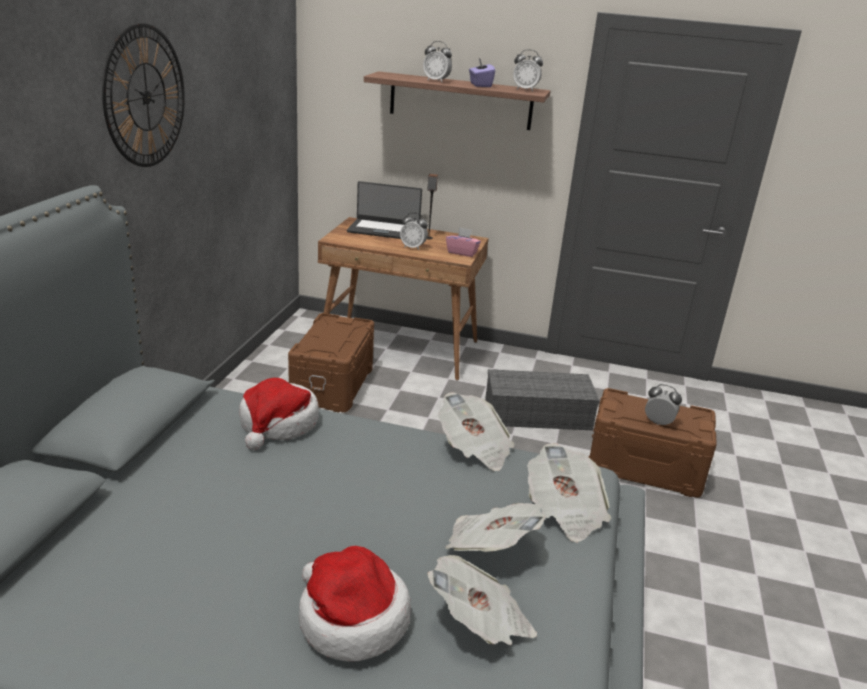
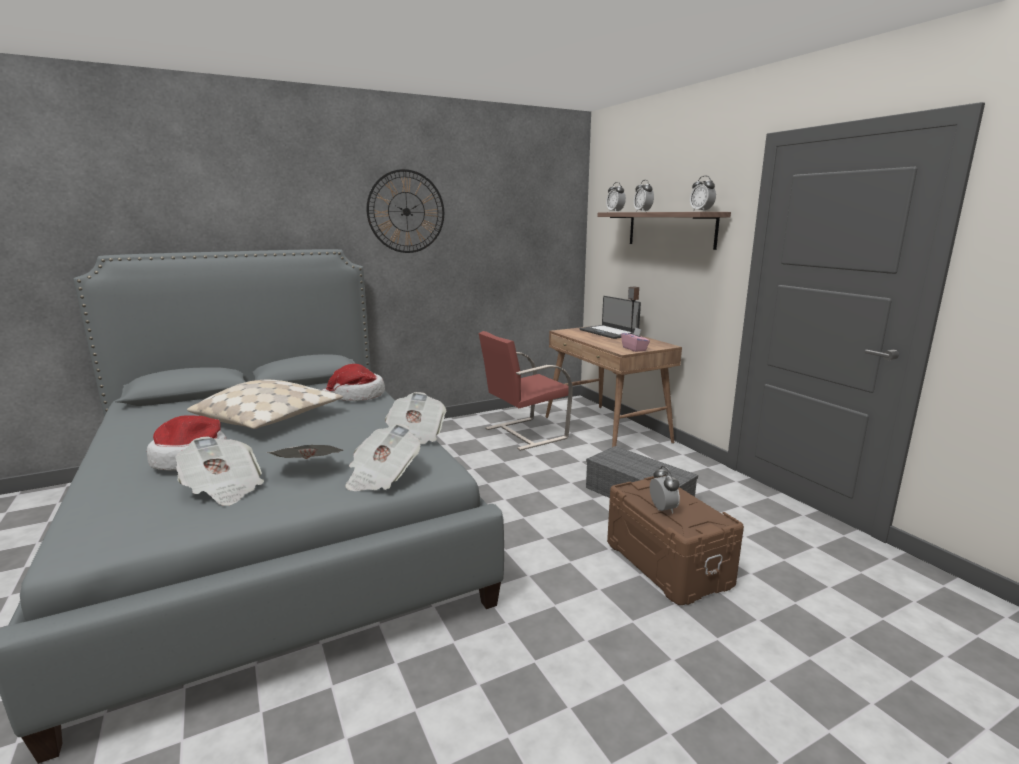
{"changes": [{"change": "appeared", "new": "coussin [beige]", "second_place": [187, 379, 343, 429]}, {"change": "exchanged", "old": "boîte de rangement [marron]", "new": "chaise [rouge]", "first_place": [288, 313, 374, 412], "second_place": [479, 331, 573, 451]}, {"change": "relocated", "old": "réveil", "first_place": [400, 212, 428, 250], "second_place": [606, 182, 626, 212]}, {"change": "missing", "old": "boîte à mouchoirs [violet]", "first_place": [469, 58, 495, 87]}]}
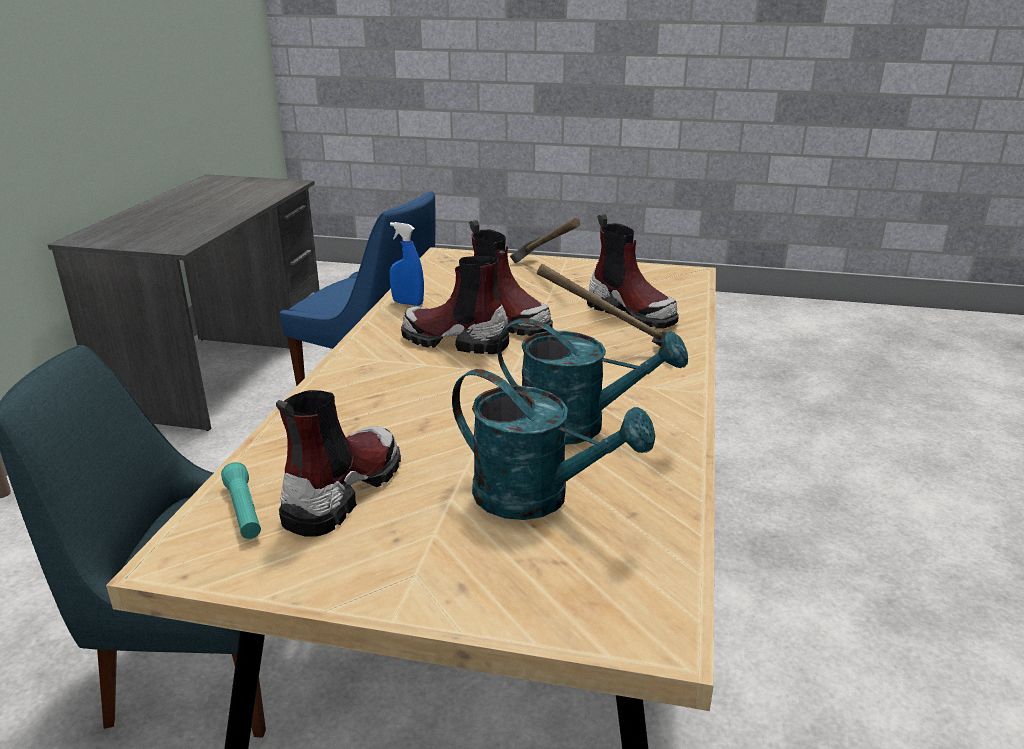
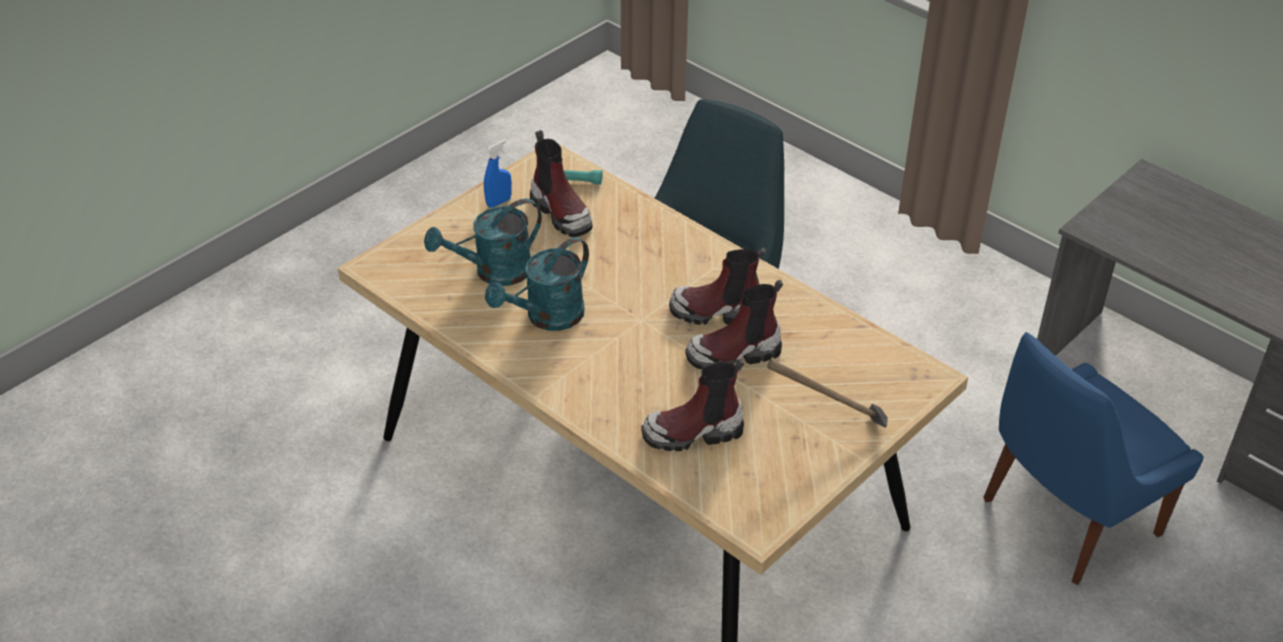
{"changes": [{"change": "relocated", "old": "vaporisateur [bleu]", "first_place": [389, 222, 424, 306], "second_place": [484, 140, 512, 208]}, {"change": "spun", "old": "botte", "first_place": [401, 251, 509, 354], "second_place": [669, 248, 766, 325], "degrees": -135}, {"change": "missing", "old": "marteau", "first_place": [537, 264, 668, 347]}]}
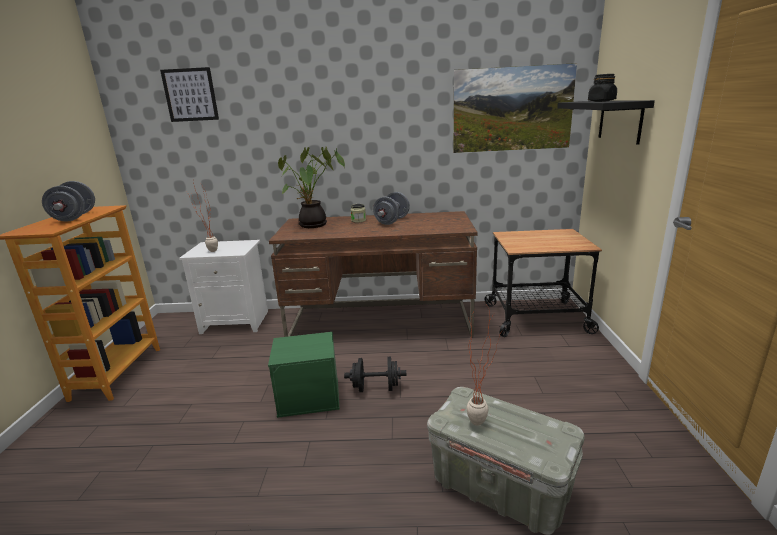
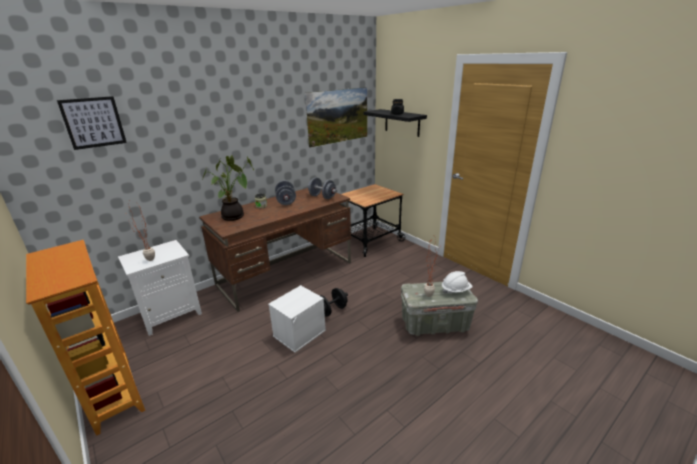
{"changes": [{"change": "colour", "old": "boîte de rangement [vert]", "new": "boîte de rangement [blanc]", "first_place": [268, 332, 340, 418], "second_place": [268, 285, 326, 353]}, {"change": "relocated", "old": "haltère [gris]", "first_place": [42, 181, 95, 222], "second_place": [308, 177, 337, 199]}, {"change": "appeared", "new": "casque de chantier [blanc]", "second_place": [442, 271, 473, 294]}]}
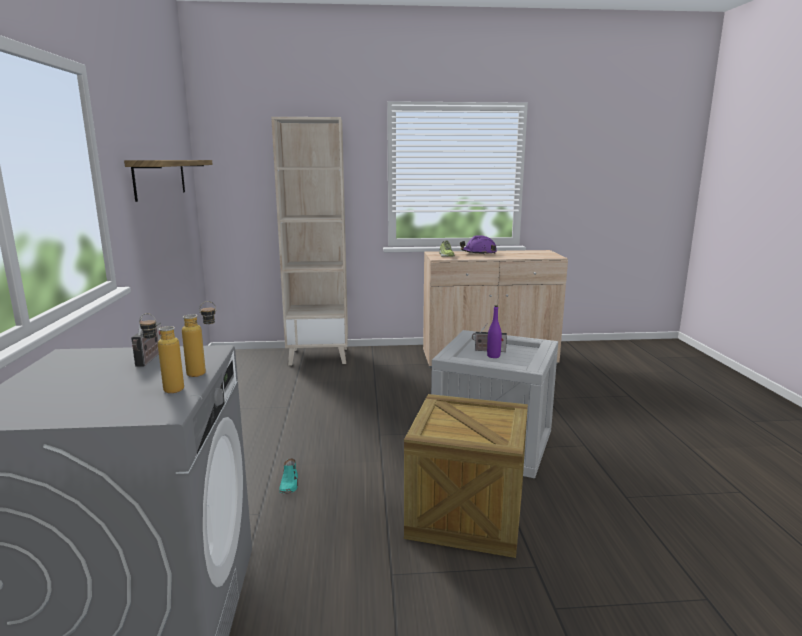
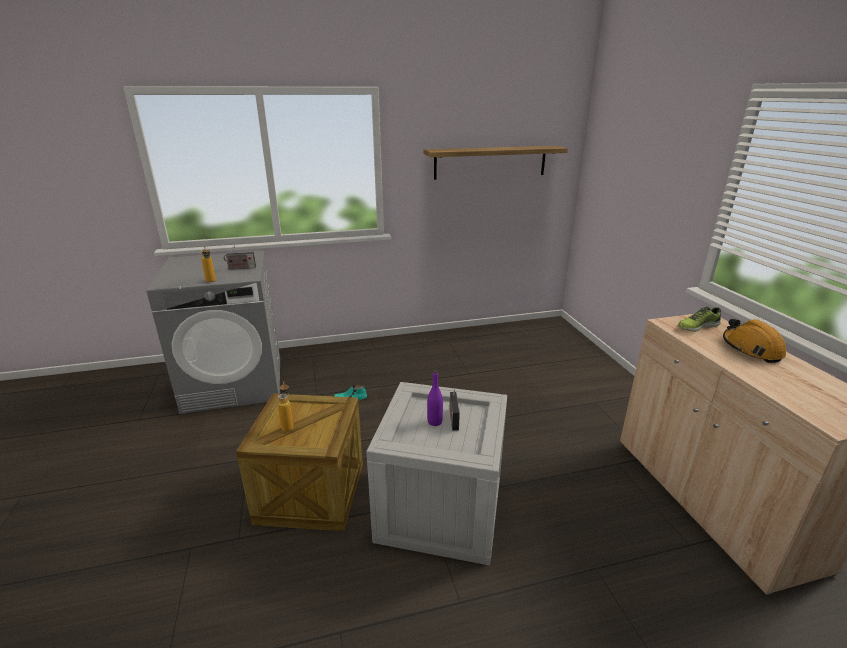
{"changes": [{"change": "relocated", "old": "bouteille", "first_place": [139, 313, 184, 393], "second_place": [278, 382, 294, 432]}, {"change": "colour", "old": "casque de chantier [violet]", "new": "casque de chantier [orange]", "first_place": [460, 235, 497, 254], "second_place": [723, 319, 786, 363]}, {"change": "missing", "old": "bibliothèque [beige]", "first_place": [271, 117, 348, 365]}]}
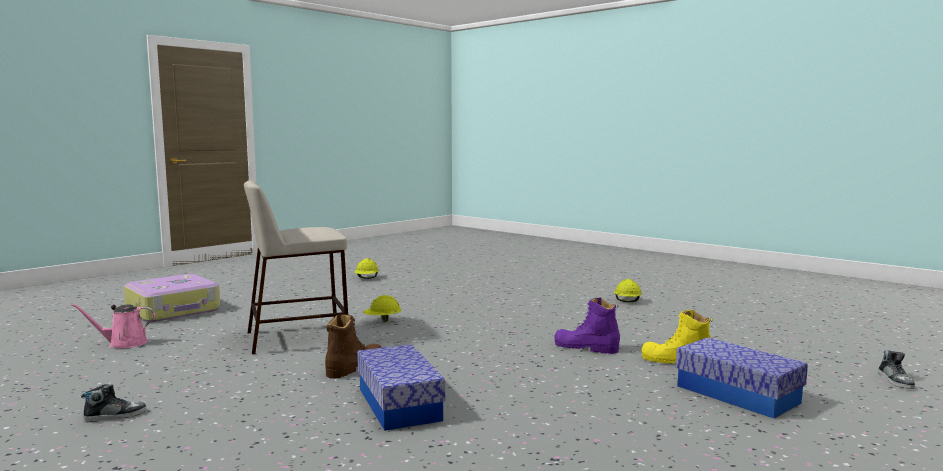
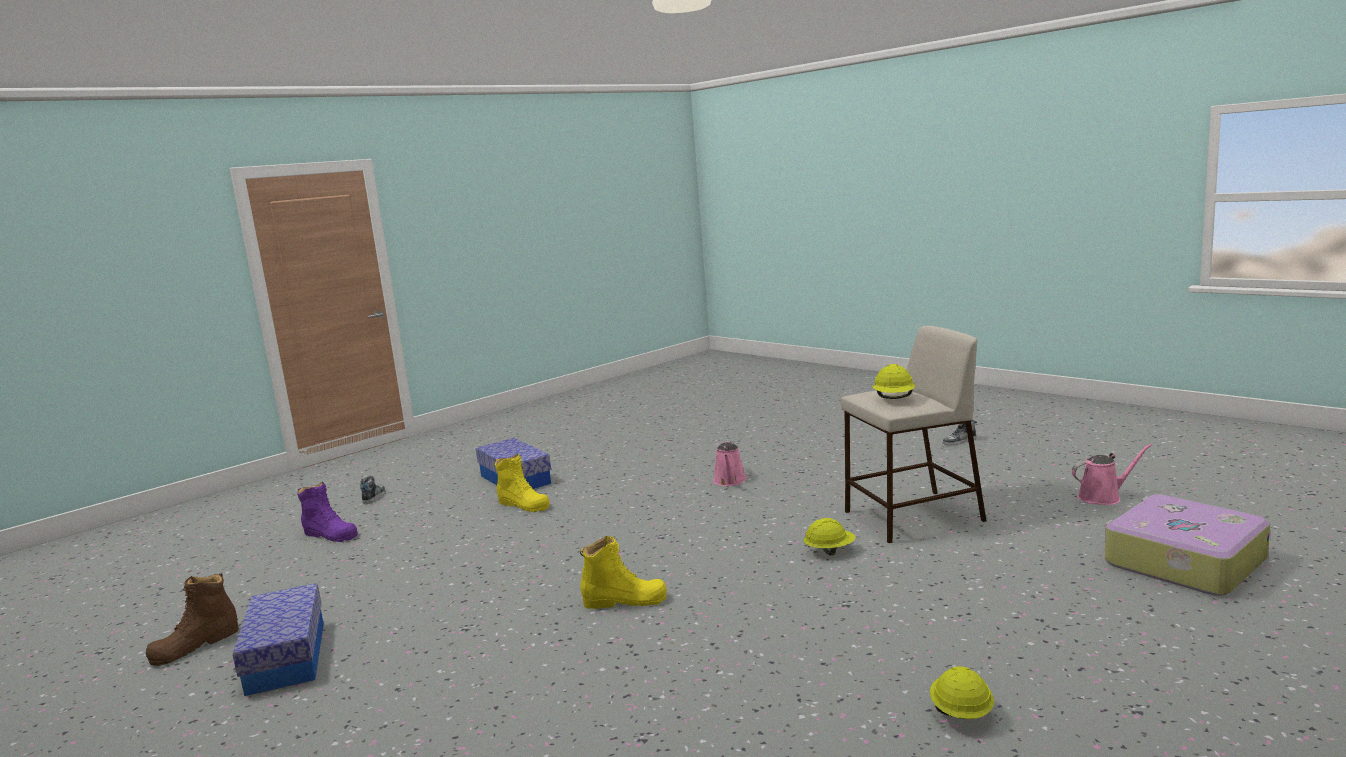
{"changes": [{"change": "relocated", "old": "botte [marron]", "first_place": [325, 314, 382, 378], "second_place": [146, 573, 239, 666]}, {"change": "relocated", "old": "boîte de rangement", "first_place": [357, 344, 445, 431], "second_place": [233, 583, 324, 696]}, {"change": "relocated", "old": "botte [violet]", "first_place": [554, 298, 620, 354], "second_place": [297, 482, 358, 542]}, {"change": "appeared", "new": "botte [jaune]", "second_place": [580, 536, 667, 609]}, {"change": "appeared", "new": "arrosoir [rose]", "second_place": [713, 440, 747, 486]}, {"change": "relocated", "old": "casque de chantier [jaune]", "first_place": [614, 279, 642, 302], "second_place": [872, 364, 915, 399]}]}
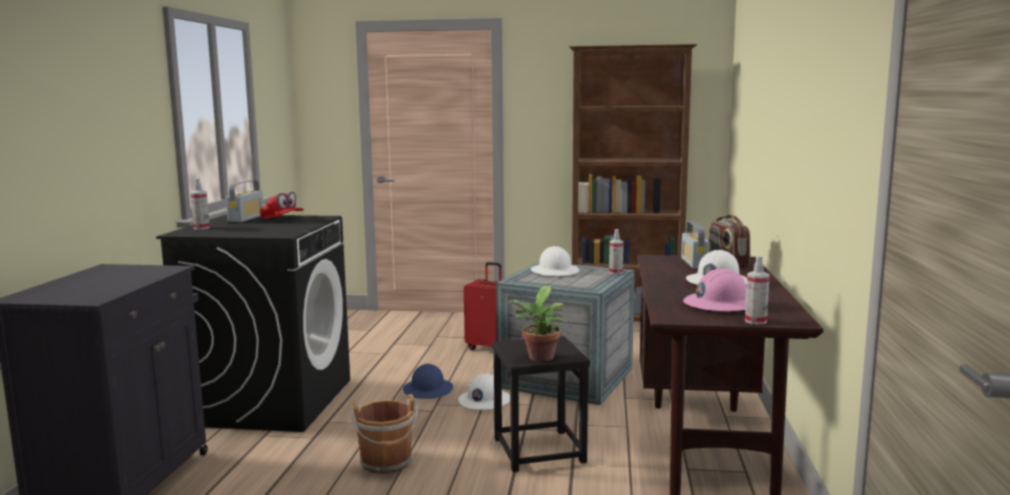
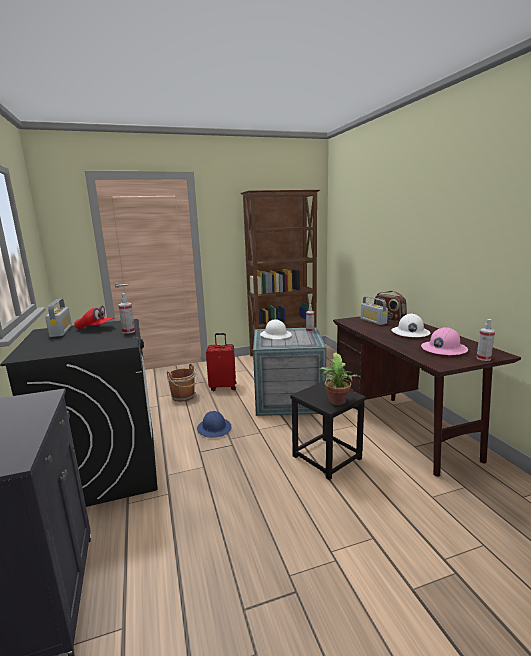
{"changes": [{"change": "relocated", "old": "vaporisateur", "first_place": [190, 178, 210, 230], "second_place": [118, 293, 135, 334]}, {"change": "relocated", "old": "seau [marron]", "first_place": [352, 394, 418, 474], "second_place": [167, 364, 197, 402]}, {"change": "missing", "old": "casque de chantier [blanc]", "first_place": [458, 373, 510, 410]}]}
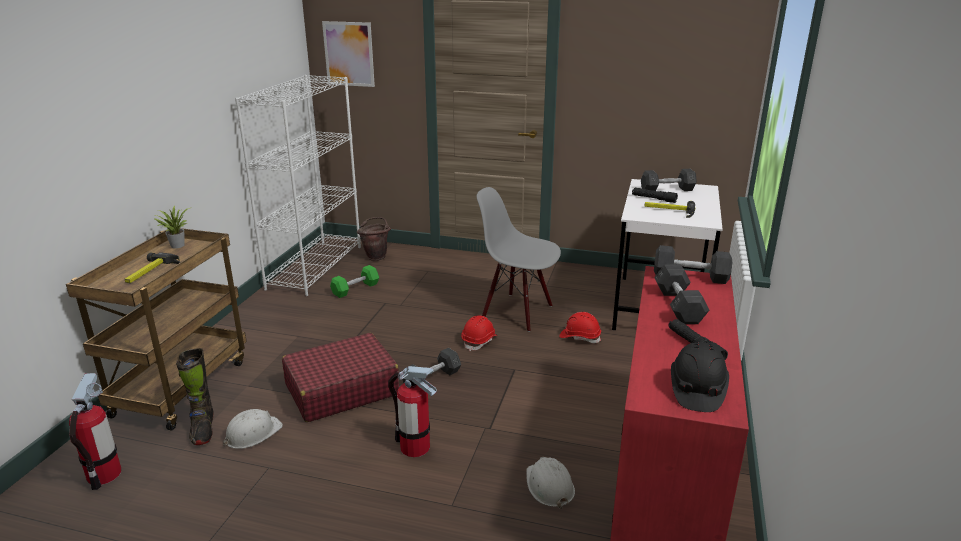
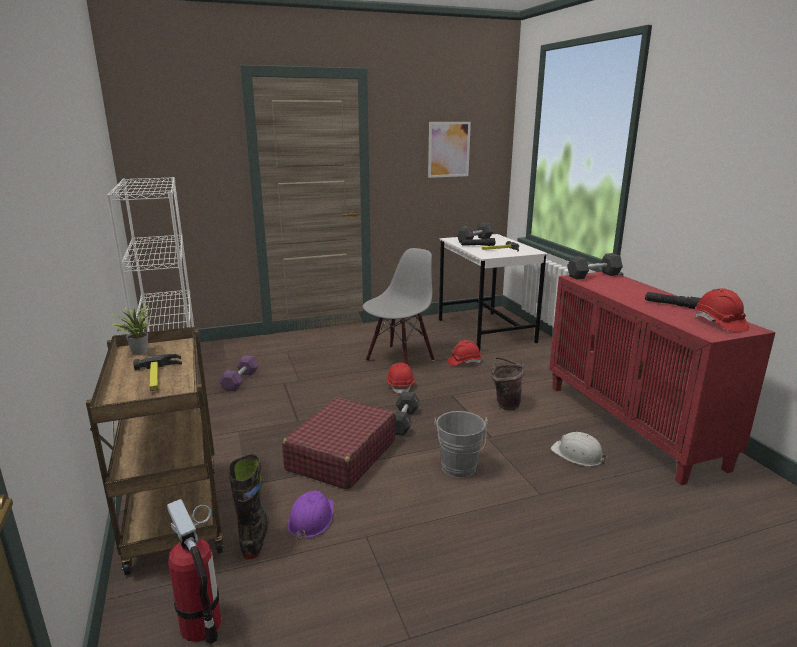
{"changes": [{"change": "colour", "old": "haltère [vert]", "new": "haltère [violet]", "first_place": [330, 265, 379, 298], "second_place": [219, 355, 259, 391]}, {"change": "spun", "old": "botte [noir]", "first_place": [176, 348, 214, 445], "second_place": [229, 454, 270, 559], "degrees": -135}, {"change": "colour", "old": "casque de chantier [blanc]", "new": "casque de chantier [violet]", "first_place": [223, 409, 283, 449], "second_place": [288, 490, 334, 540]}, {"change": "spun", "old": "chaise [gris]", "first_place": [477, 187, 561, 332], "second_place": [363, 248, 435, 365], "degrees": 135}, {"change": "relocated", "old": "tableau", "first_place": [322, 21, 375, 87], "second_place": [428, 122, 471, 178]}, {"change": "exchanged", "old": "extincteur", "new": "seau [gris]", "first_place": [388, 366, 437, 457], "second_place": [435, 411, 488, 478]}, {"change": "relocated", "old": "seau [marron]", "first_place": [357, 217, 391, 261], "second_place": [491, 357, 525, 410]}, {"change": "colour", "old": "casque de chantier [noir]", "new": "casque de chantier [rouge]", "first_place": [671, 342, 729, 412], "second_place": [695, 288, 749, 332]}, {"change": "missing", "old": "haltère [gris]", "first_place": [654, 264, 709, 324]}]}
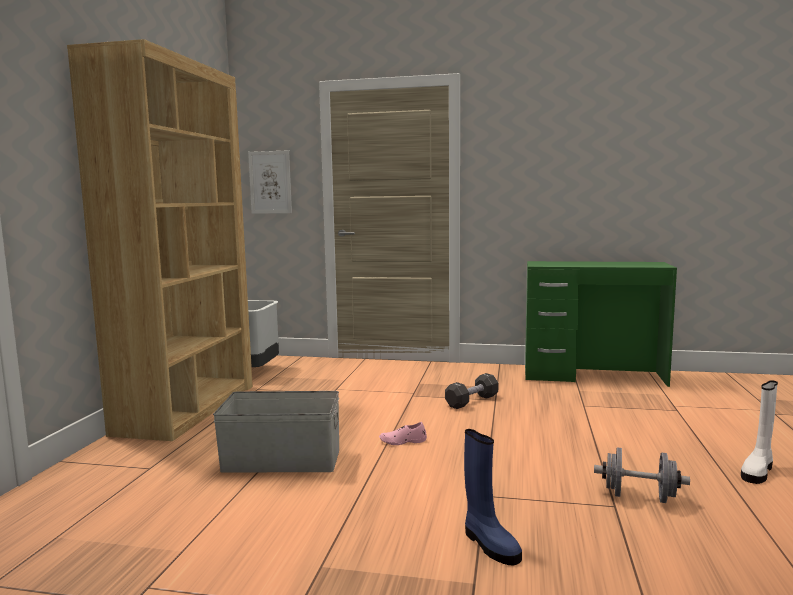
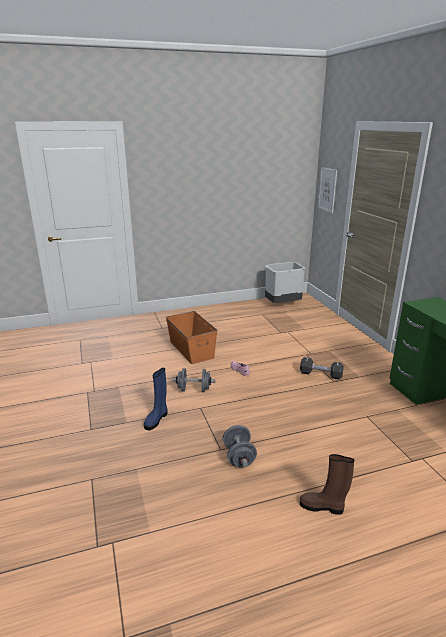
{"changes": [{"change": "colour", "old": "boîte de rangement [gris]", "new": "boîte de rangement [orange]", "first_place": [213, 391, 339, 473], "second_place": [166, 311, 218, 364]}, {"change": "appeared", "new": "haltère [gris]", "second_place": [172, 368, 215, 392]}, {"change": "colour", "old": "botte [blanc]", "new": "botte [marron]", "first_place": [741, 380, 778, 484], "second_place": [300, 454, 354, 515]}, {"change": "missing", "old": "bibliothèque [marron]", "first_place": [67, 39, 253, 441]}]}
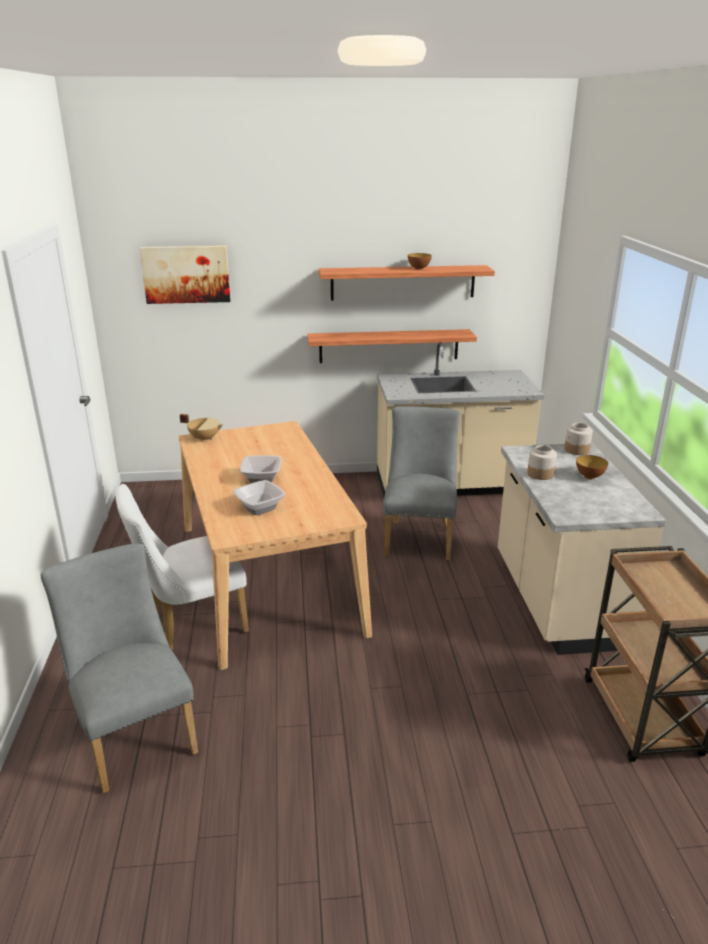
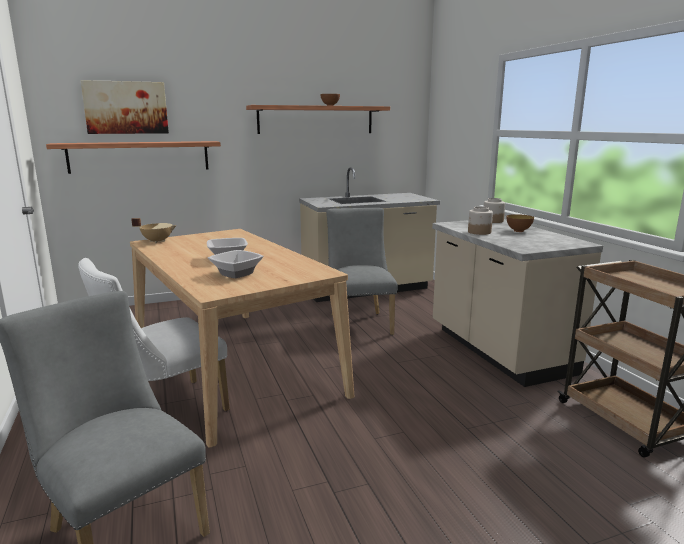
{"changes": [{"change": "relocated", "old": "étagère", "first_place": [307, 329, 477, 363], "second_place": [46, 141, 221, 174]}]}
